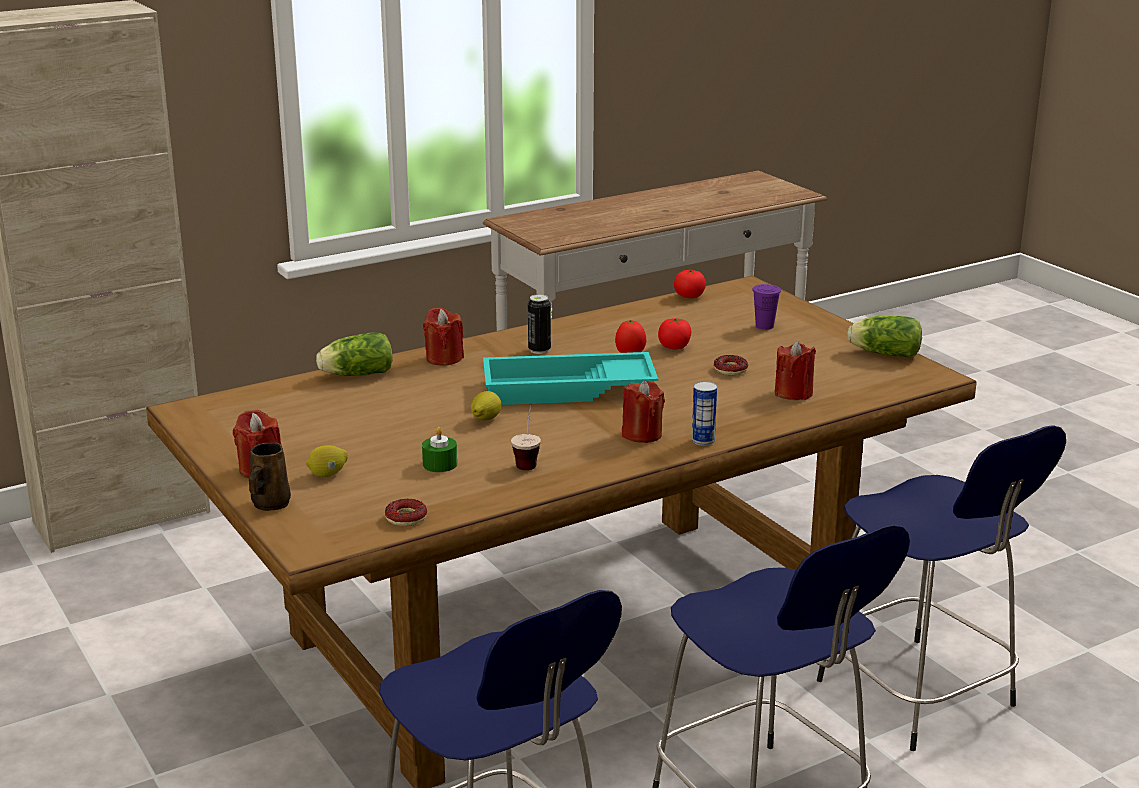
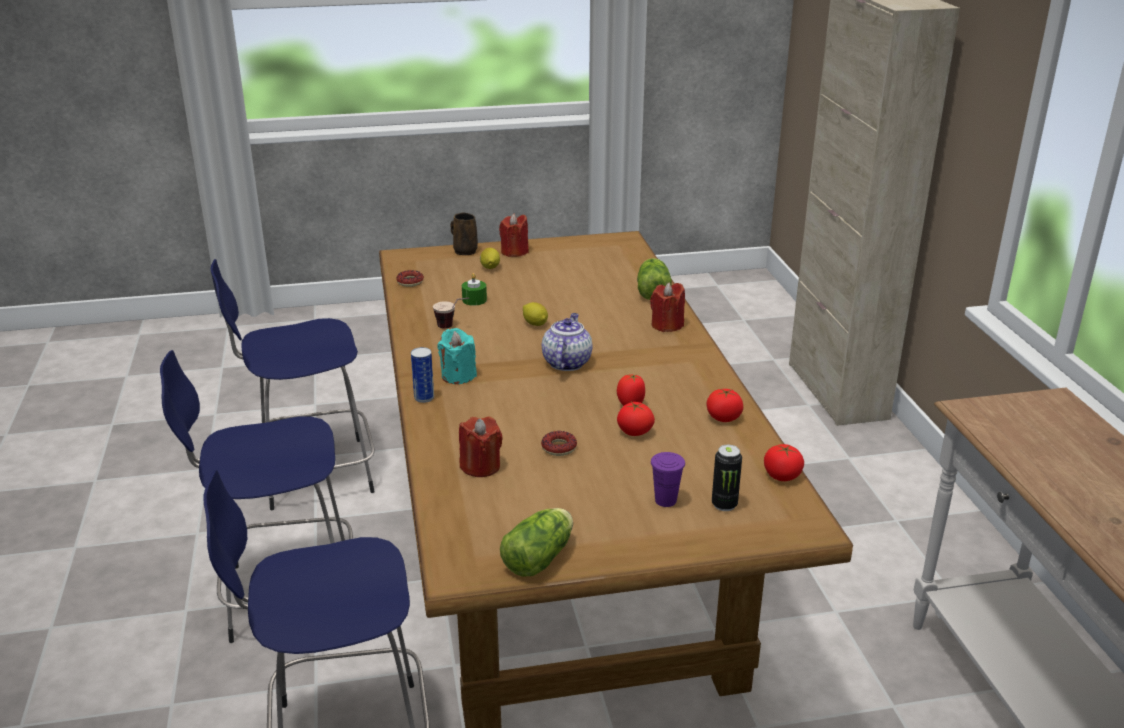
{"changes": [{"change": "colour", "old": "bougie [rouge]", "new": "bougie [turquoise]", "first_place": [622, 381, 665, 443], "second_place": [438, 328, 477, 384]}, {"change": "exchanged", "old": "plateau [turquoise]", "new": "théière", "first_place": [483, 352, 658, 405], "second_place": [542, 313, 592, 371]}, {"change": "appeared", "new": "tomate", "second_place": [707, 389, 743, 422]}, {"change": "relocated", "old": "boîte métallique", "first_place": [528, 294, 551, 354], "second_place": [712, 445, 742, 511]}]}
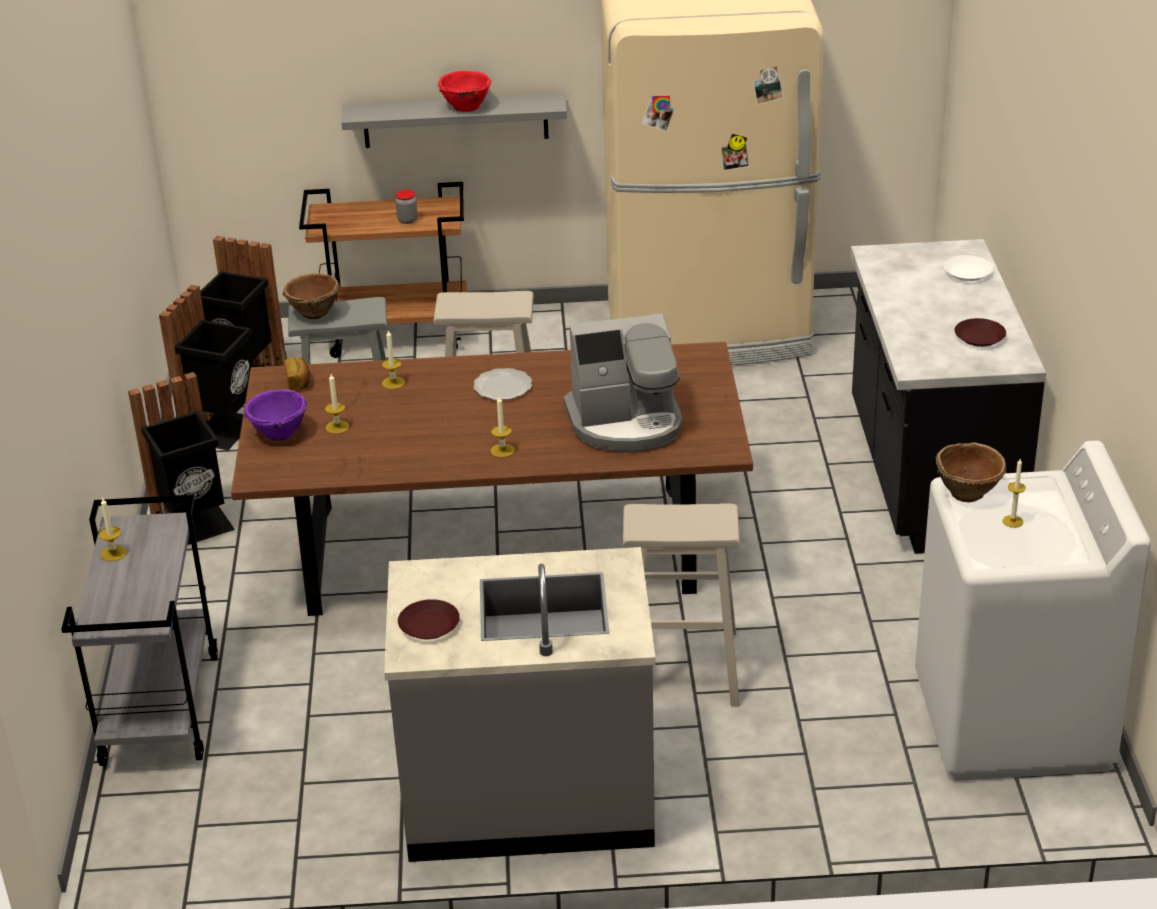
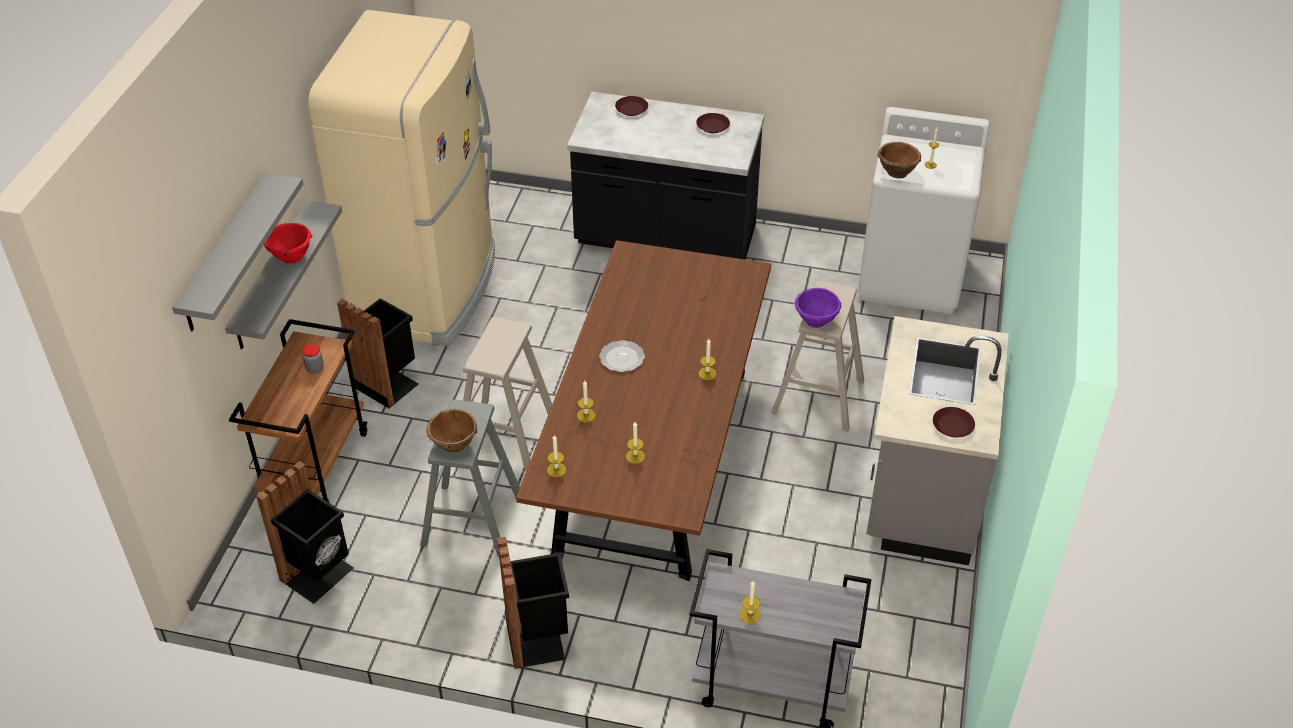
{"changes": [{"change": "appeared", "new": "étagère [gris]", "second_place": [172, 173, 303, 331]}, {"change": "relocated", "old": "poubelle [noir]", "first_place": [159, 285, 252, 450], "second_place": [337, 298, 419, 408]}, {"change": "exchanged", "old": "pain", "new": "bougie", "first_place": [285, 357, 310, 391], "second_place": [547, 434, 566, 477]}, {"change": "colour", "old": "assiette [blanc]", "new": "assiette [marron]", "first_place": [944, 255, 993, 281], "second_place": [615, 96, 648, 116]}, {"change": "relocated", "old": "bol [violet]", "first_place": [244, 389, 307, 441], "second_place": [795, 288, 841, 328]}, {"change": "missing", "old": "machine à café", "first_place": [564, 314, 682, 452]}]}
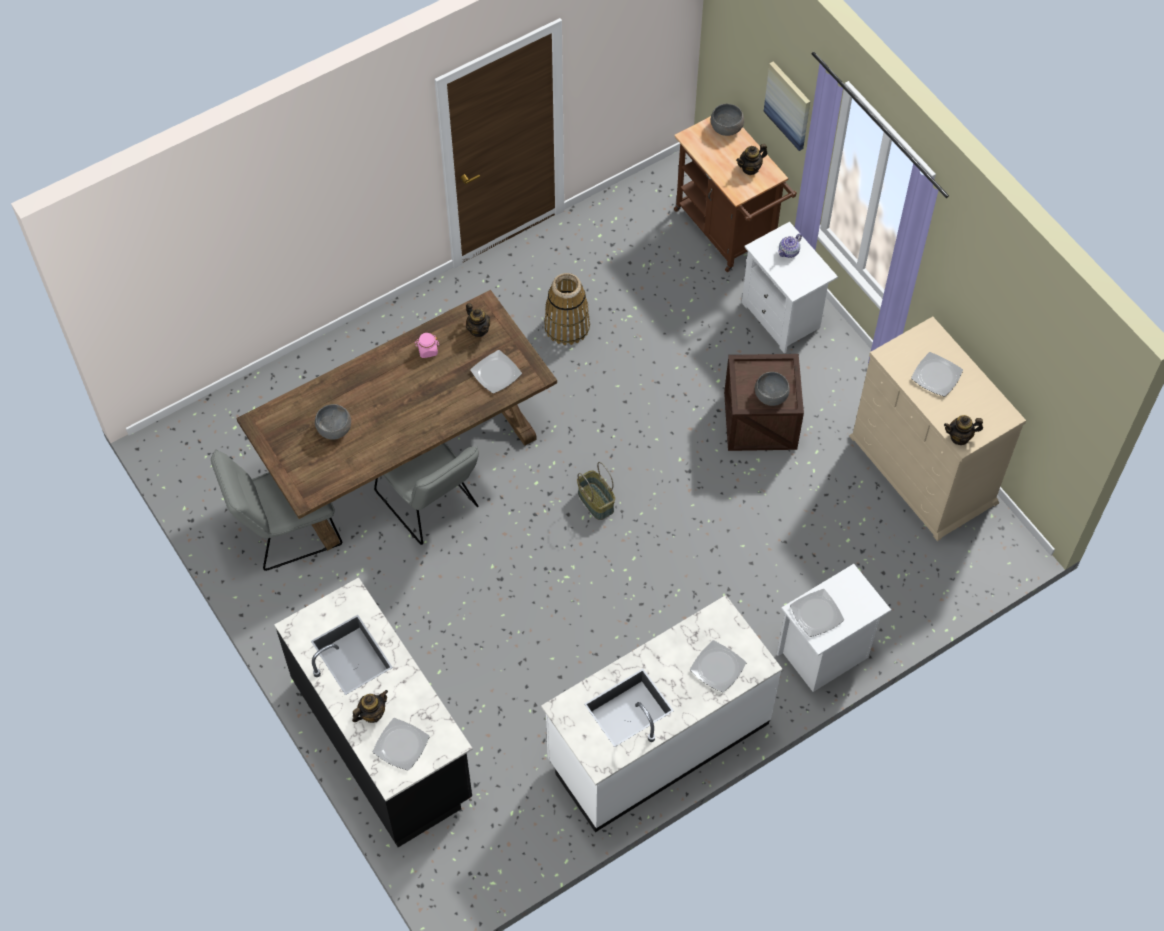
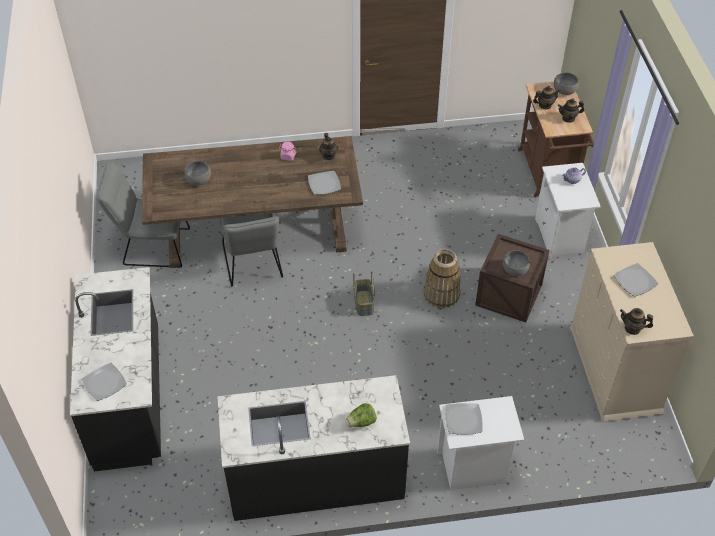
{"changes": [{"change": "colour", "old": "comptoir de cuisine [blanc]", "new": "comptoir de cuisine [noir]", "first_place": [541, 595, 782, 832], "second_place": [217, 375, 410, 521]}, {"change": "exchanged", "old": "assiette", "new": "laitue", "first_place": [690, 640, 746, 693], "second_place": [346, 403, 377, 427]}, {"change": "relocated", "old": "panier", "first_place": [544, 273, 590, 345], "second_place": [424, 249, 461, 309]}, {"change": "relocated", "old": "théière", "first_place": [352, 690, 388, 723], "second_place": [533, 86, 561, 110]}, {"change": "missing", "old": "tableau", "first_place": [763, 61, 810, 151]}]}
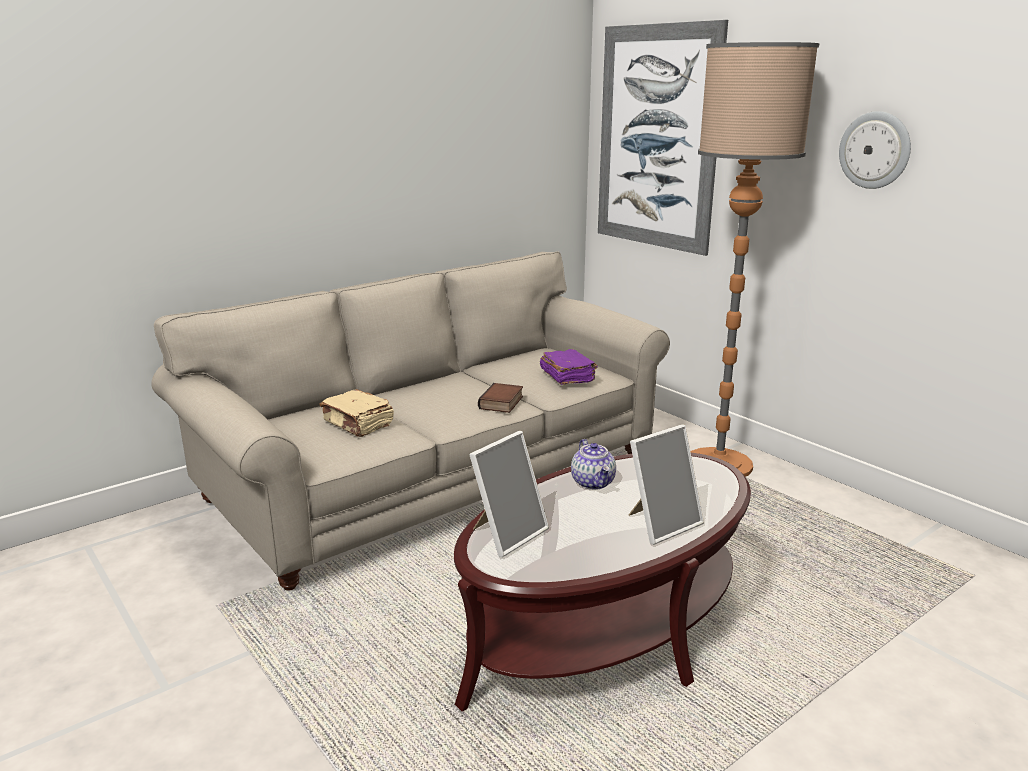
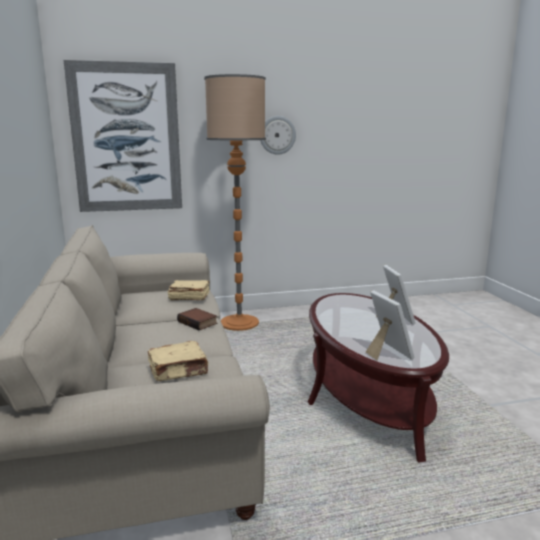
{"changes": [{"change": "colour", "old": "livre [violet]", "new": "livre [beige]", "first_place": [540, 349, 598, 385], "second_place": [168, 280, 210, 301]}, {"change": "missing", "old": "théière", "first_place": [571, 439, 616, 490]}]}
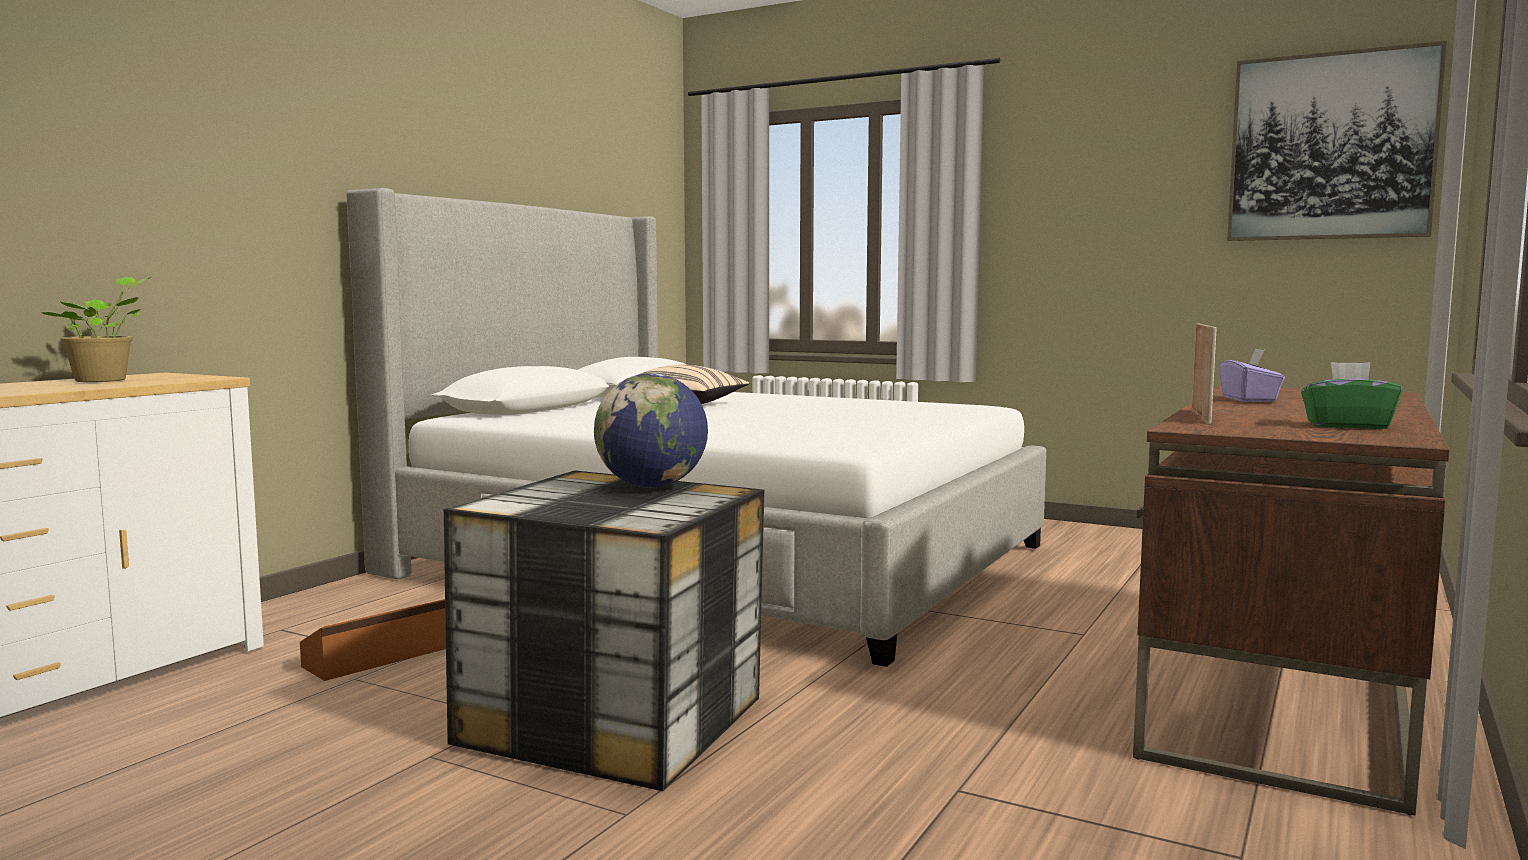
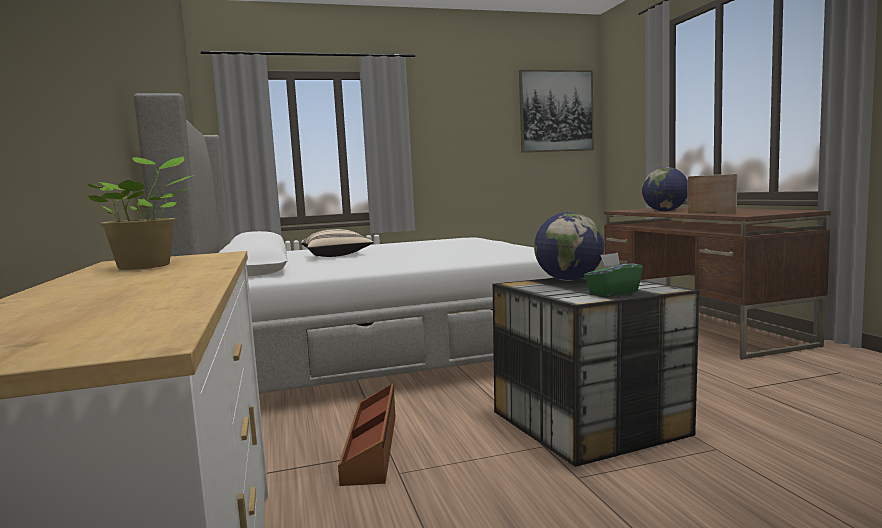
{"changes": [{"change": "relocated", "old": "boîte à mouchoirs [vert]", "first_place": [1301, 362, 1402, 429], "second_place": [584, 253, 643, 297]}, {"change": "exchanged", "old": "boîte à mouchoirs [violet]", "new": "globe", "first_place": [1219, 348, 1285, 402], "second_place": [642, 167, 688, 211]}]}
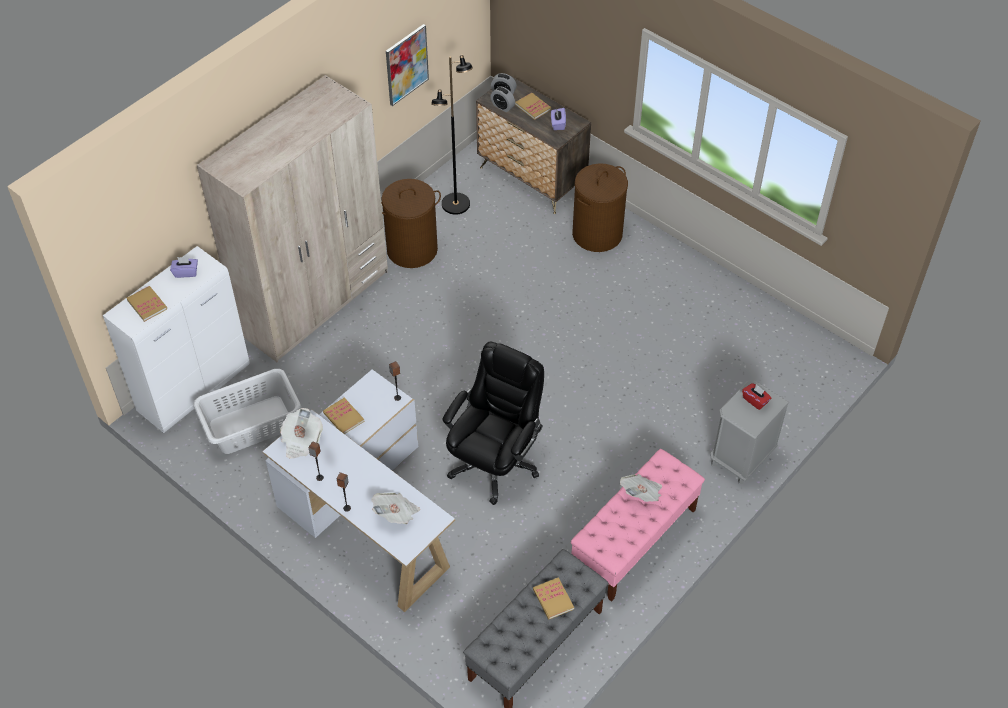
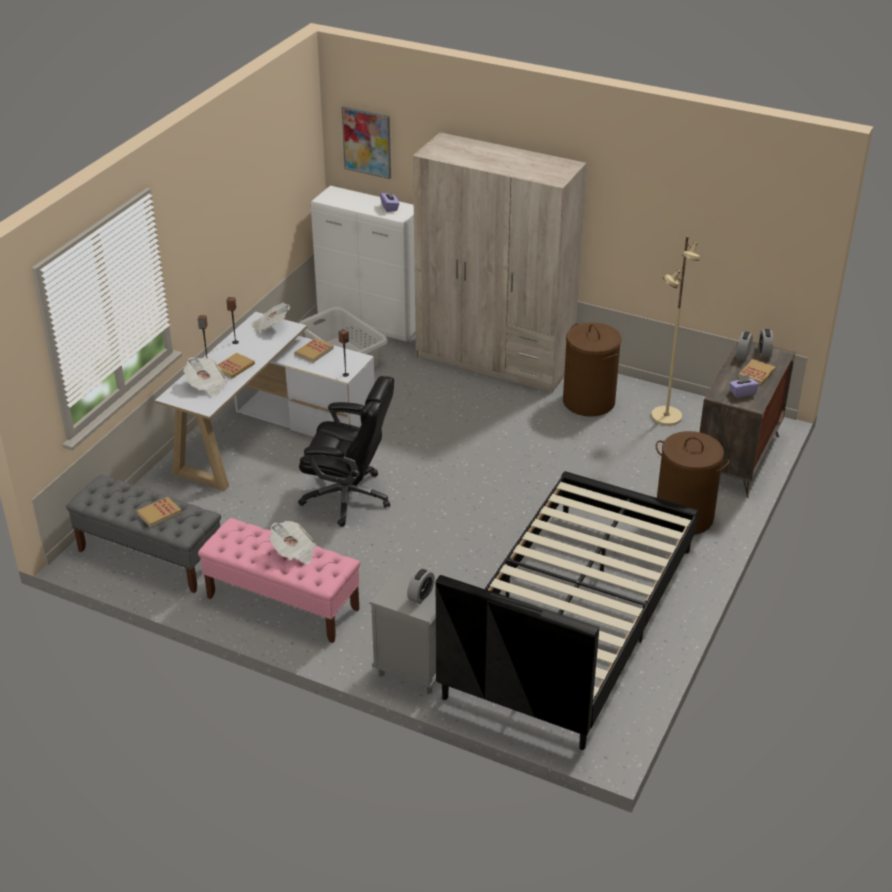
{"changes": [{"change": "relocated", "old": "livre", "first_place": [127, 286, 167, 322], "second_place": [218, 353, 255, 379]}, {"change": "relocated", "old": "tableau", "first_place": [386, 24, 429, 106], "second_place": [342, 106, 391, 179]}, {"change": "exchanged", "old": "boîte à mouchoirs [rouge]", "new": "réveil", "first_place": [742, 383, 772, 410], "second_place": [407, 568, 435, 604]}, {"change": "appeared", "new": "lit [noir]", "second_place": [436, 471, 698, 750]}, {"change": "colour", "old": "lampadaire [noir]", "new": "lampadaire [beige]", "first_place": [431, 55, 473, 215], "second_place": [651, 236, 700, 426]}]}
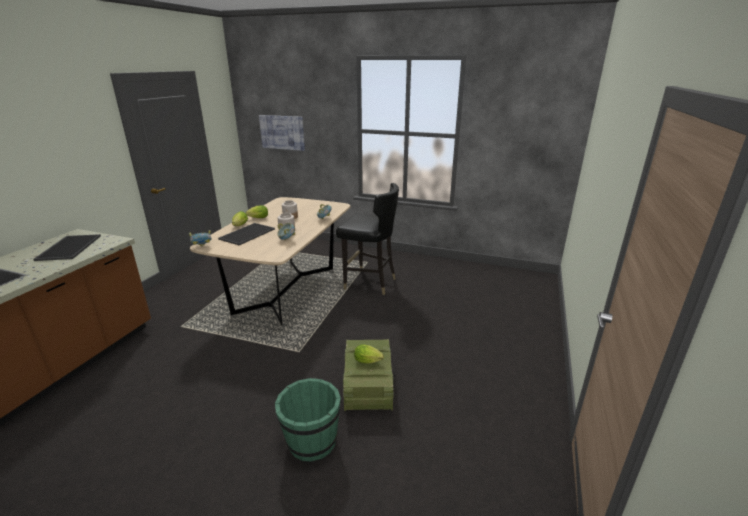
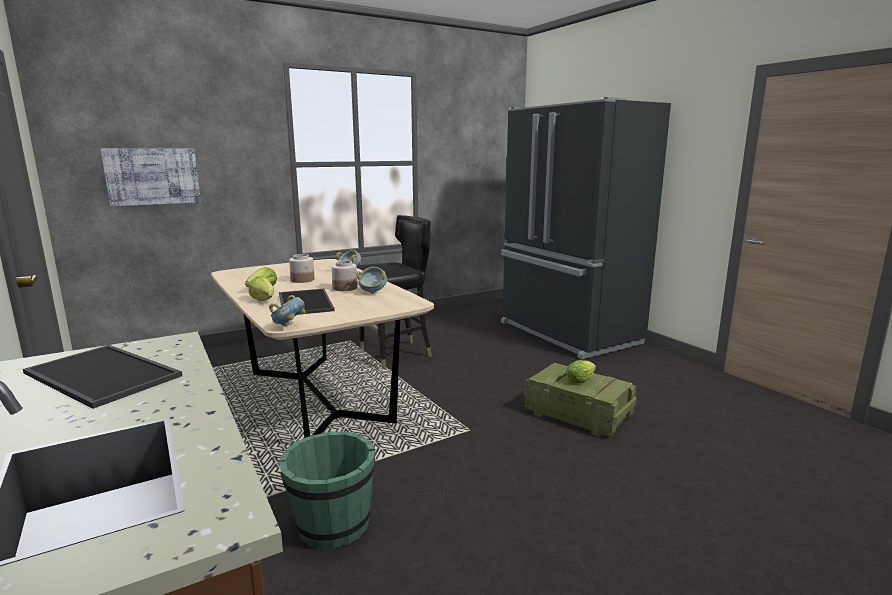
{"changes": [{"change": "relocated", "old": "seau [vert]", "first_place": [275, 378, 341, 462], "second_place": [279, 432, 375, 549]}, {"change": "appeared", "new": "réfrigérateur [noir]", "second_place": [501, 97, 671, 359]}]}
